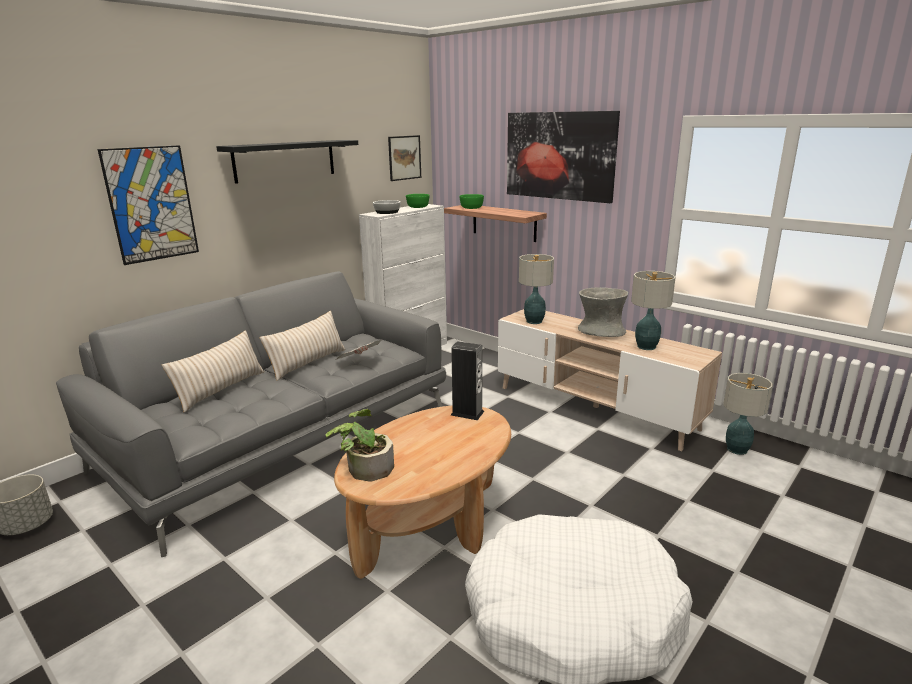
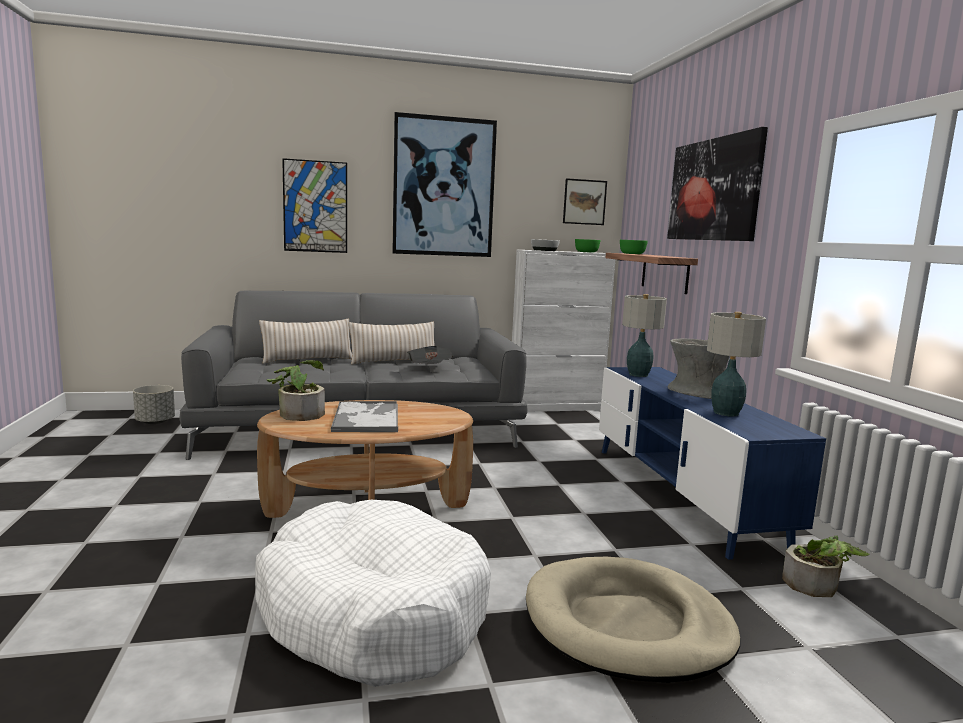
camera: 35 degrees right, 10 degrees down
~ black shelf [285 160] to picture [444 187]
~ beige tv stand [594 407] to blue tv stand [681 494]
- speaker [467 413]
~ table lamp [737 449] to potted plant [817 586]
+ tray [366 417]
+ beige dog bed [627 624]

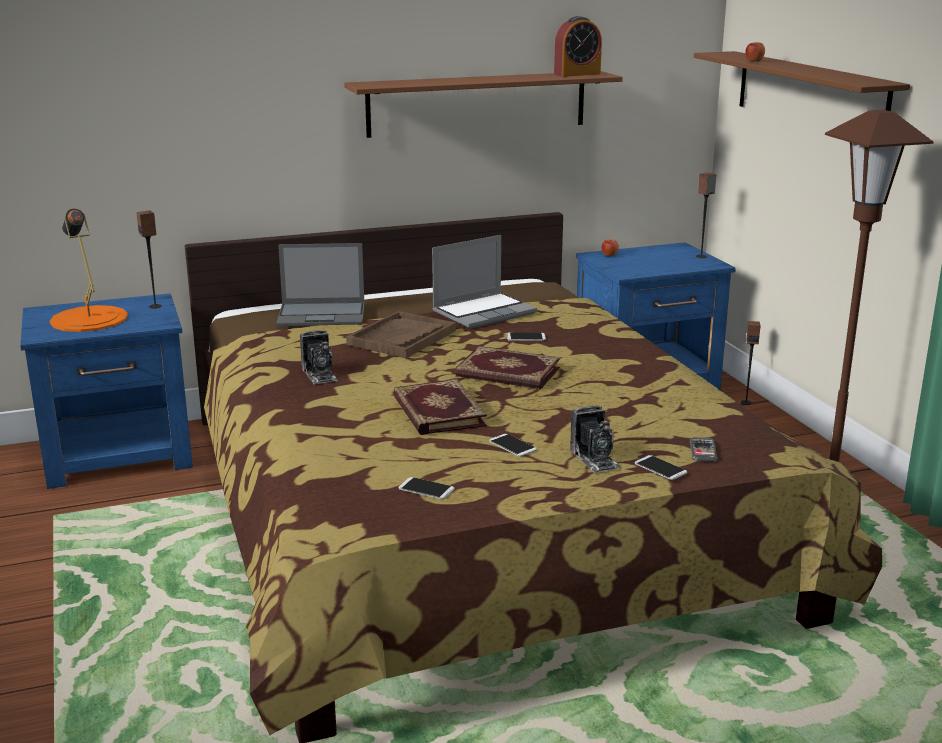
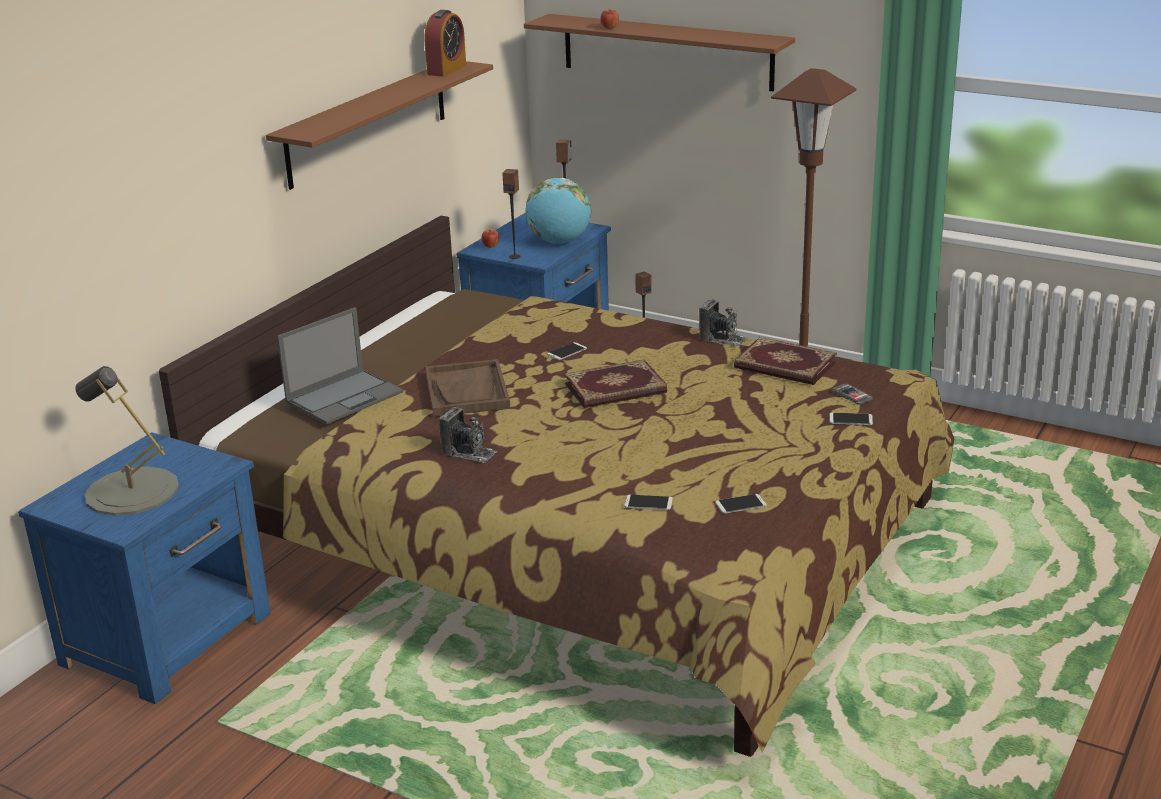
camera: 40 degrees left, 5 degrees up
~ orange table lamp [88 319] to grey table lamp [131 491]
~ speaker [155 306] to [514 256]
- laptop [484 312]
~ book [437 412] to [784 366]
~ photo camera [595 459] to [723 339]
~ phone [512 446] to [648 503]
+ globe [559 242]

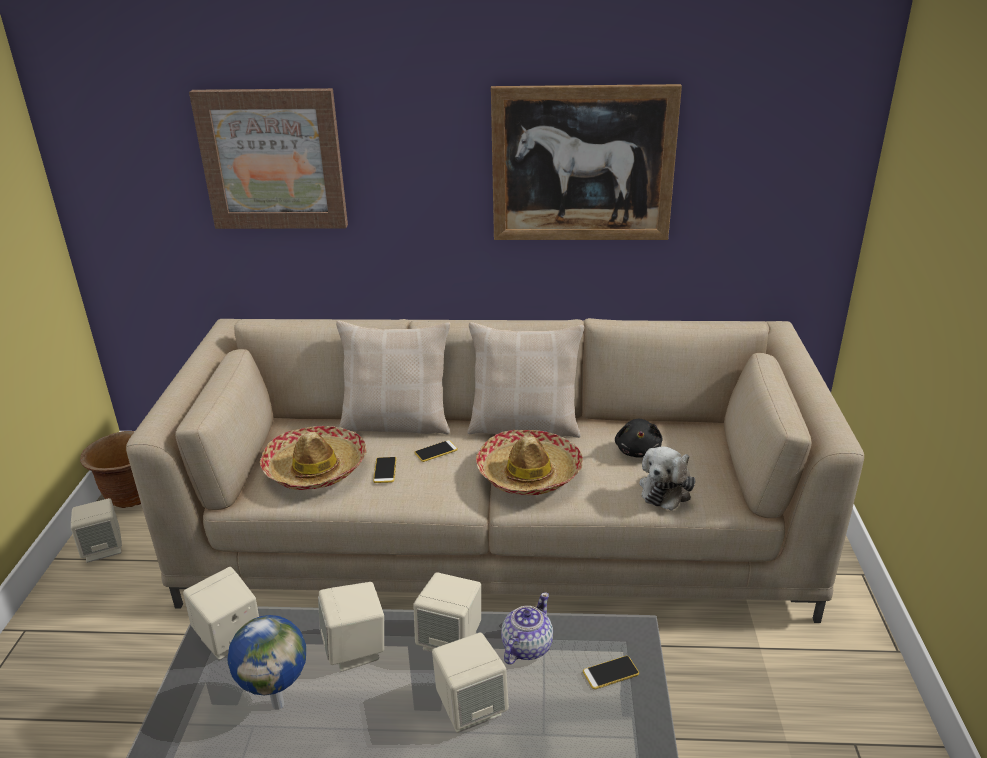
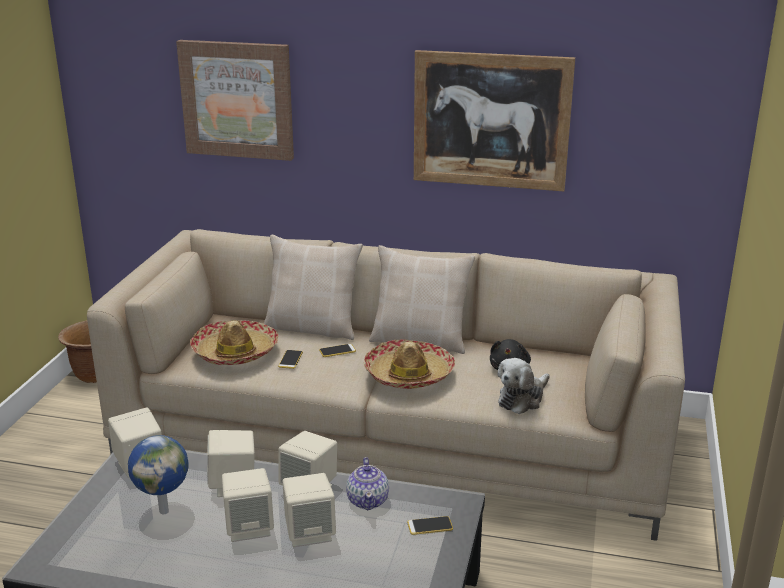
camera: 10 degrees right, 5 degrees down
~ beige speaker [103 549] to [249 528]
~ teapot [526 647] = [368 500] 135 degrees clockwise

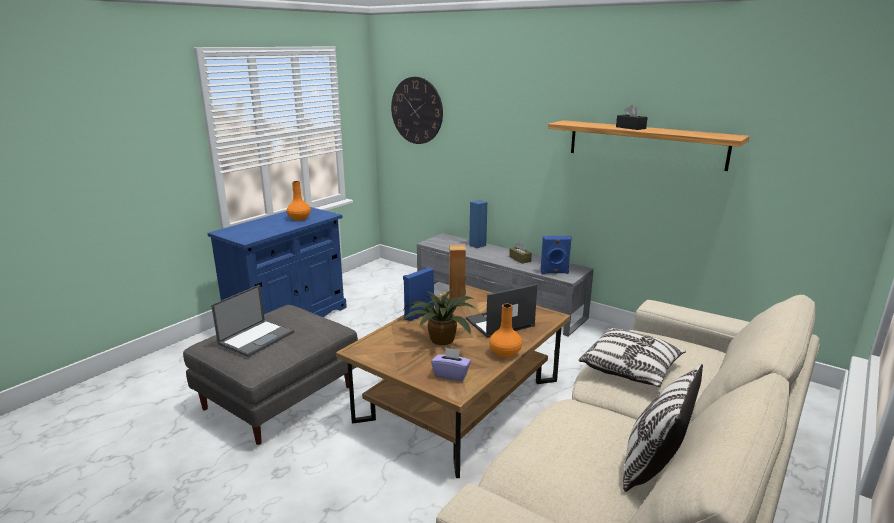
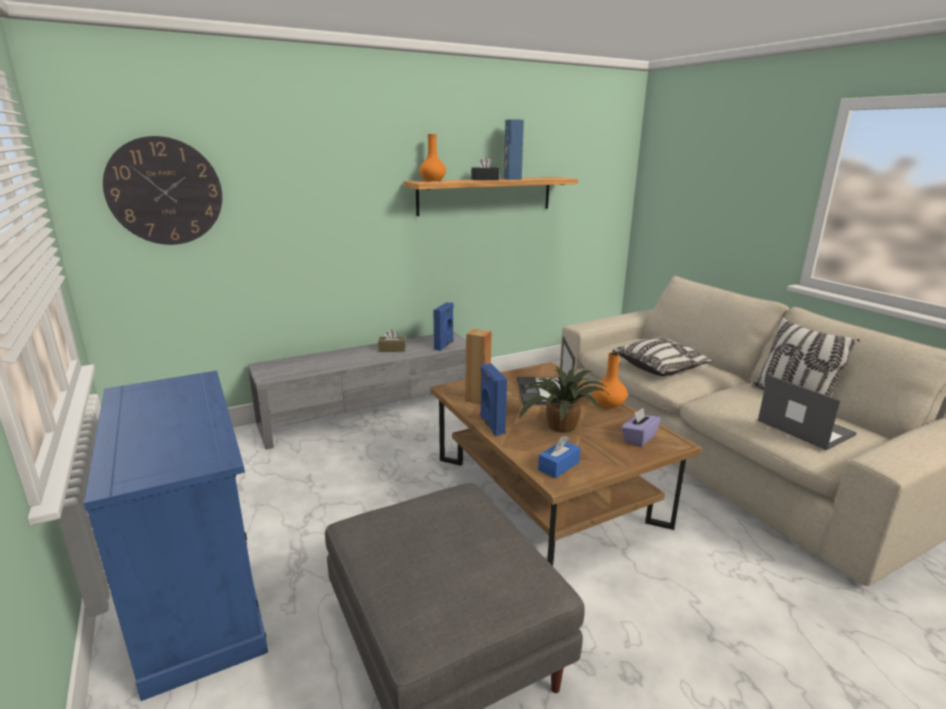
camera: 65 degrees left, 0 degrees up
~ orange vase [299 219] to [433 180]
~ blue speaker [477 245] to [512 179]
~ laptop [257 337] to [803 427]
+ blue tissue box [558 466]

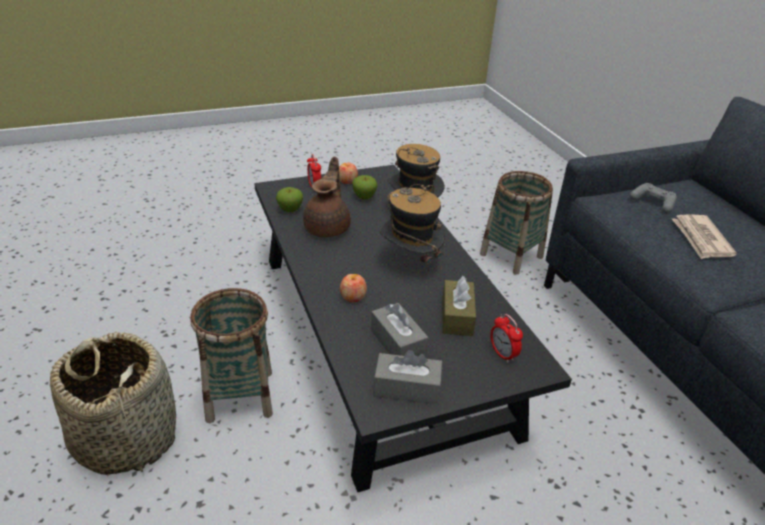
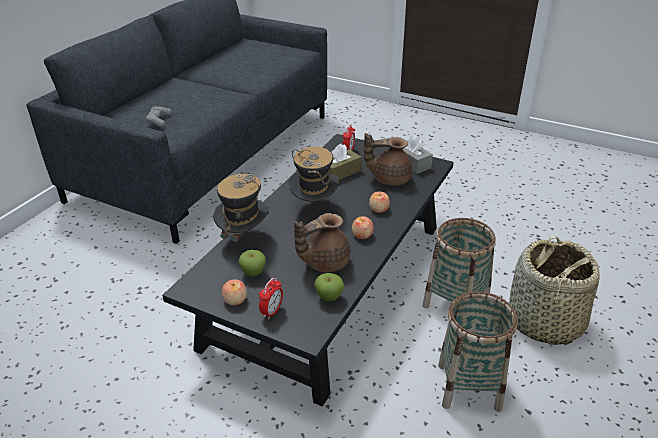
camera: 130 degrees left, 0 degrees up
~ basket [511 255] to [468 386]
- newspaper [701 239]
~ grey tissue box [398 343] to brown teapot [389 178]
+ apple [362 235]

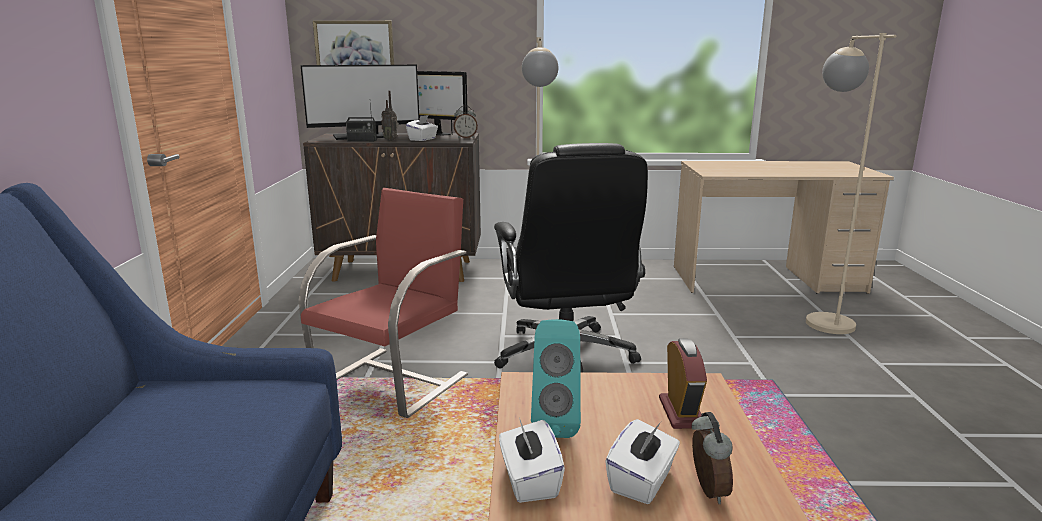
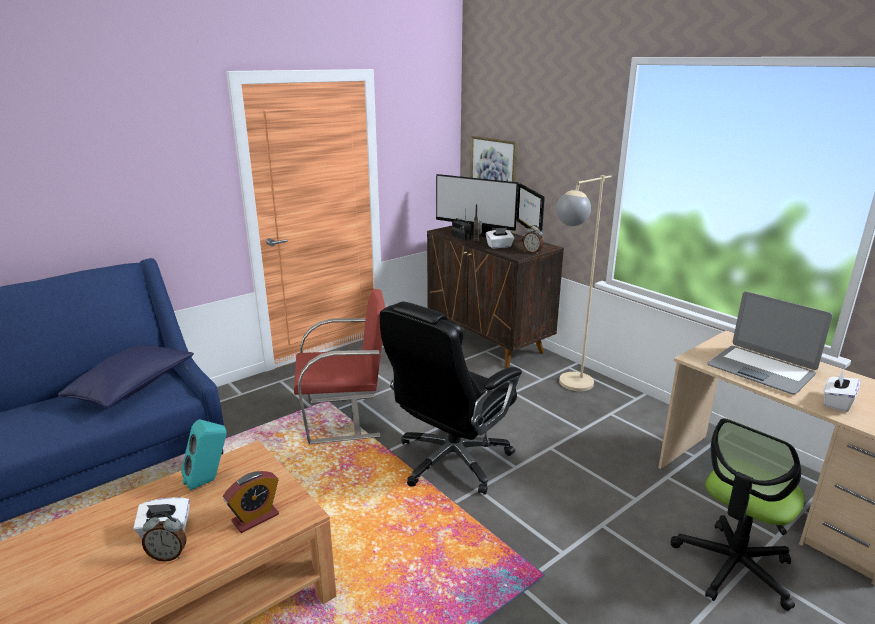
camera: 50 degrees right, 5 degrees up
~ beige floor lamp [821 318] to office chair [733 566]
~ alarm clock [706 491] = [168 555] 45 degrees clockwise
~ white tissue box [529 481] to [837 402]
+ laptop [761 370]
+ blue pillow [133 388]

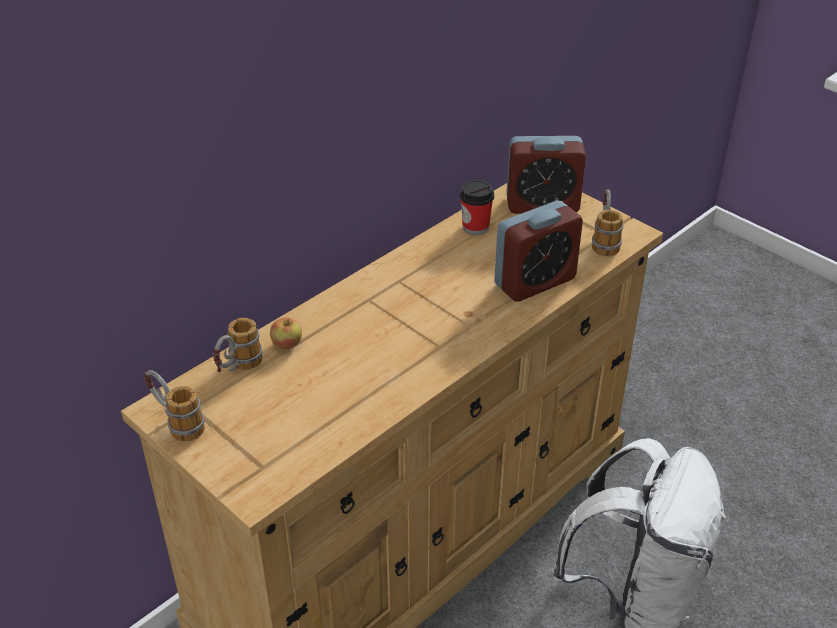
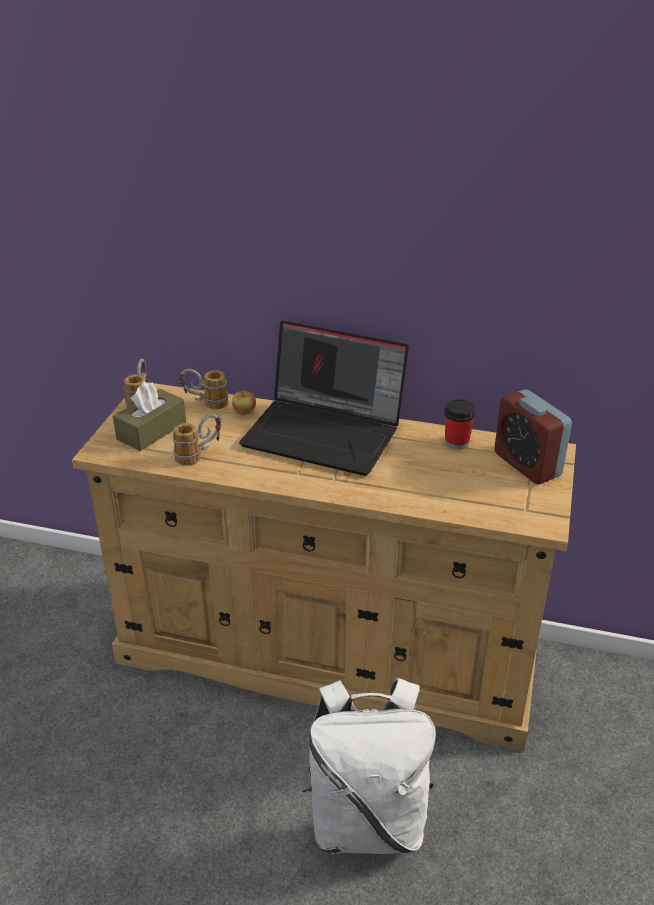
camera: 60 degrees right, 5 degrees down
~ mug [604 240] to [199 455]
- alarm clock [535 282]
+ laptop [326 433]
+ brown tissue box [151 431]

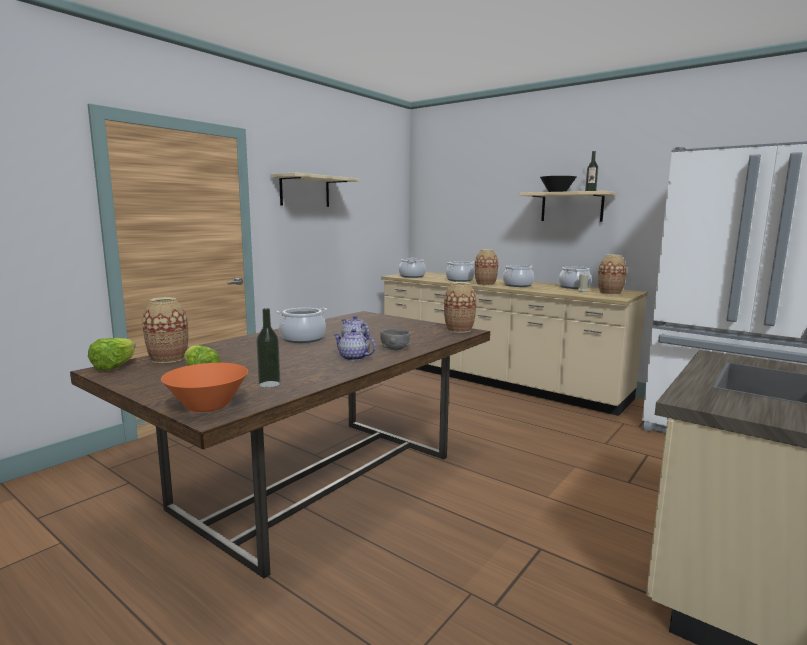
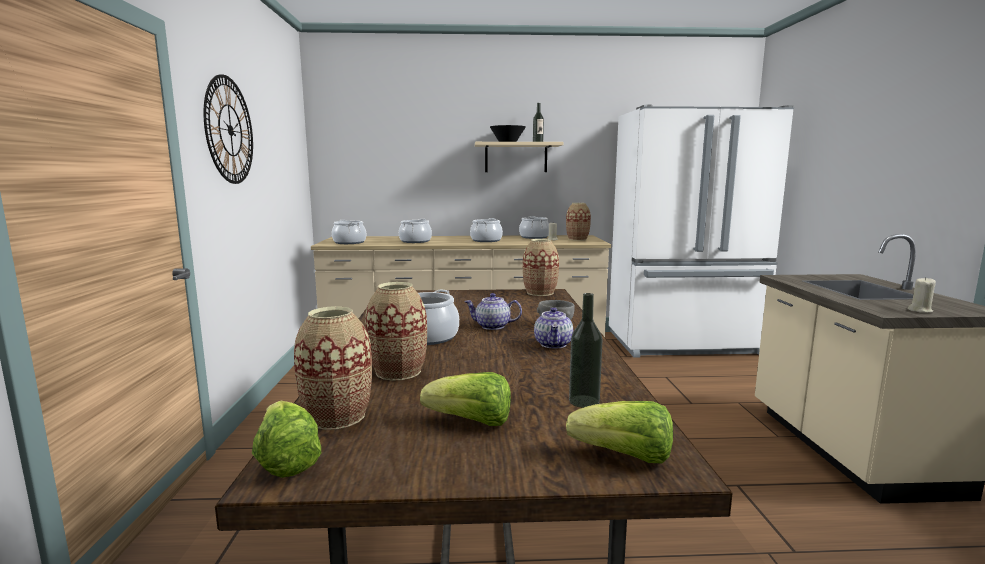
camera: 40 degrees left, 0 degrees up
~ beige shelf [305 191] to wall clock [230 130]
~ vase [485 284] to [398 372]
~ teapot [353 358] = [553 344] 75 degrees counterclockwise
~ orange bowl [207 406] to lettuce [624 456]
+ beige candle [919 310]

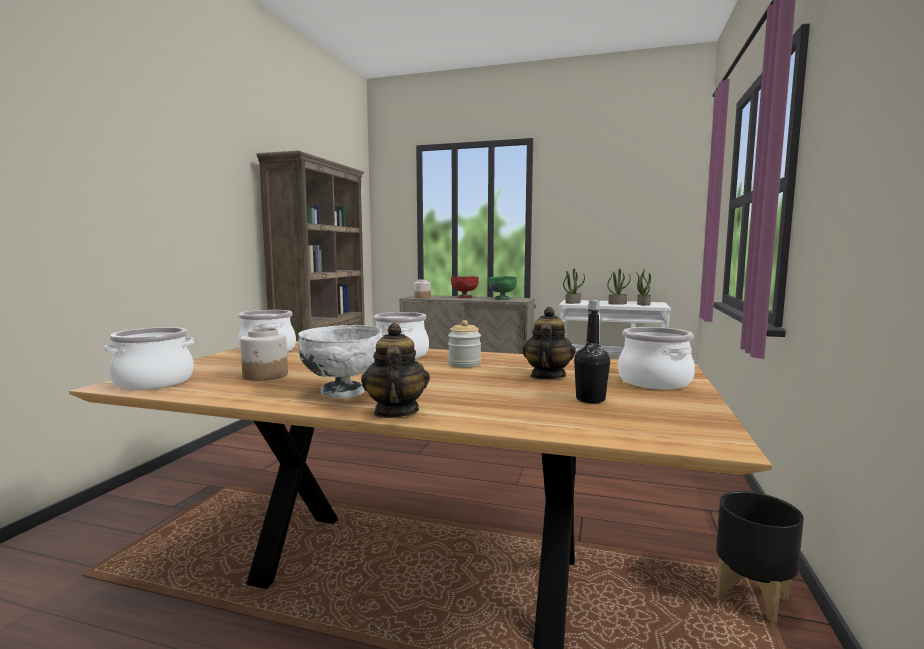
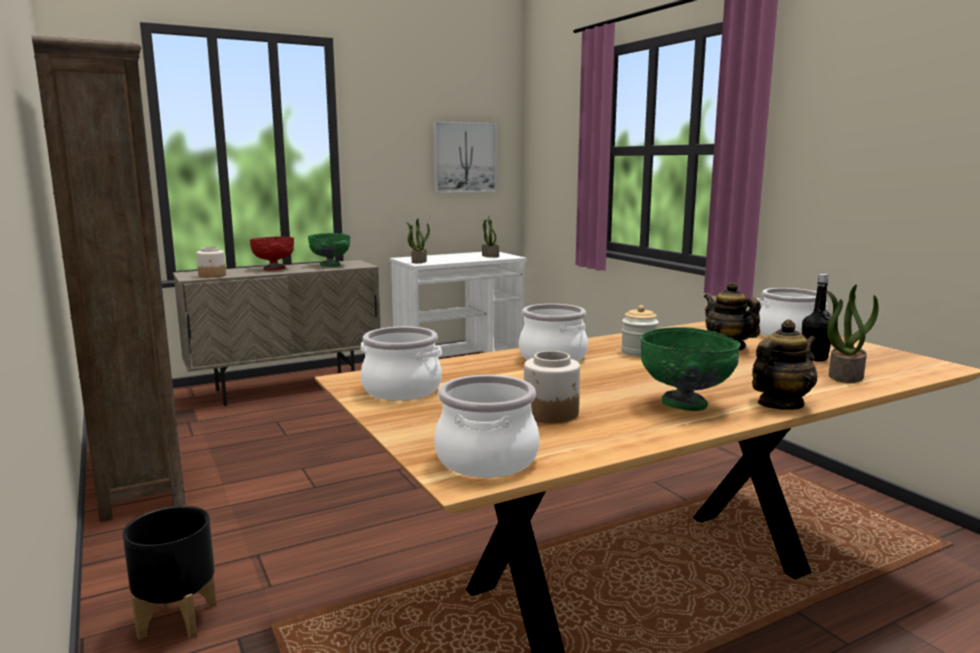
camera: 45 degrees left, 5 degrees up
~ potted plant [617 303] to [845 375]
~ teapot [395 412] = [779 404] 105 degrees clockwise
~ white bowl [342 393] to green bowl [684 404]
~ black planter [750 598] to [176 620]
+ picture [464 157]

